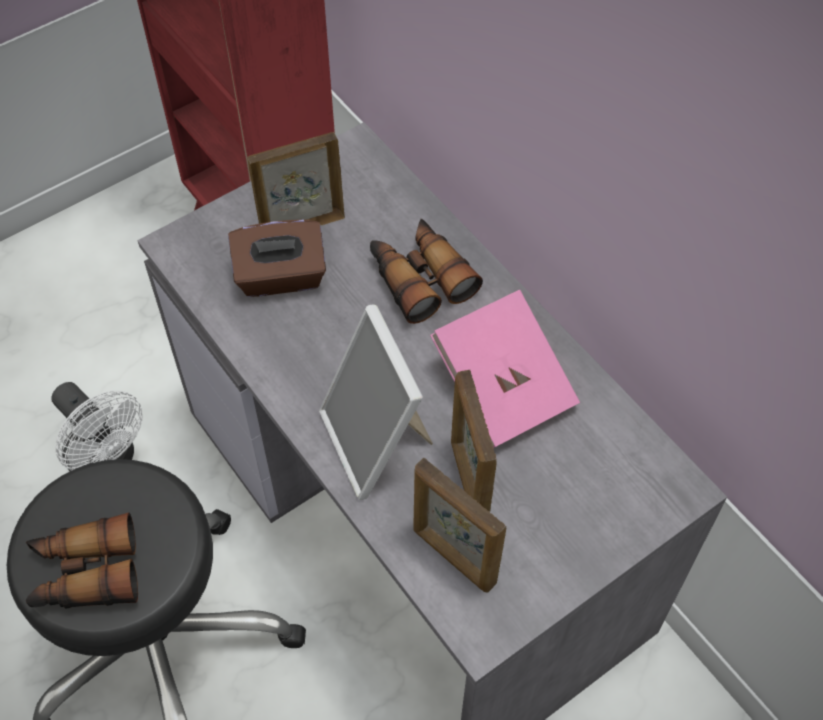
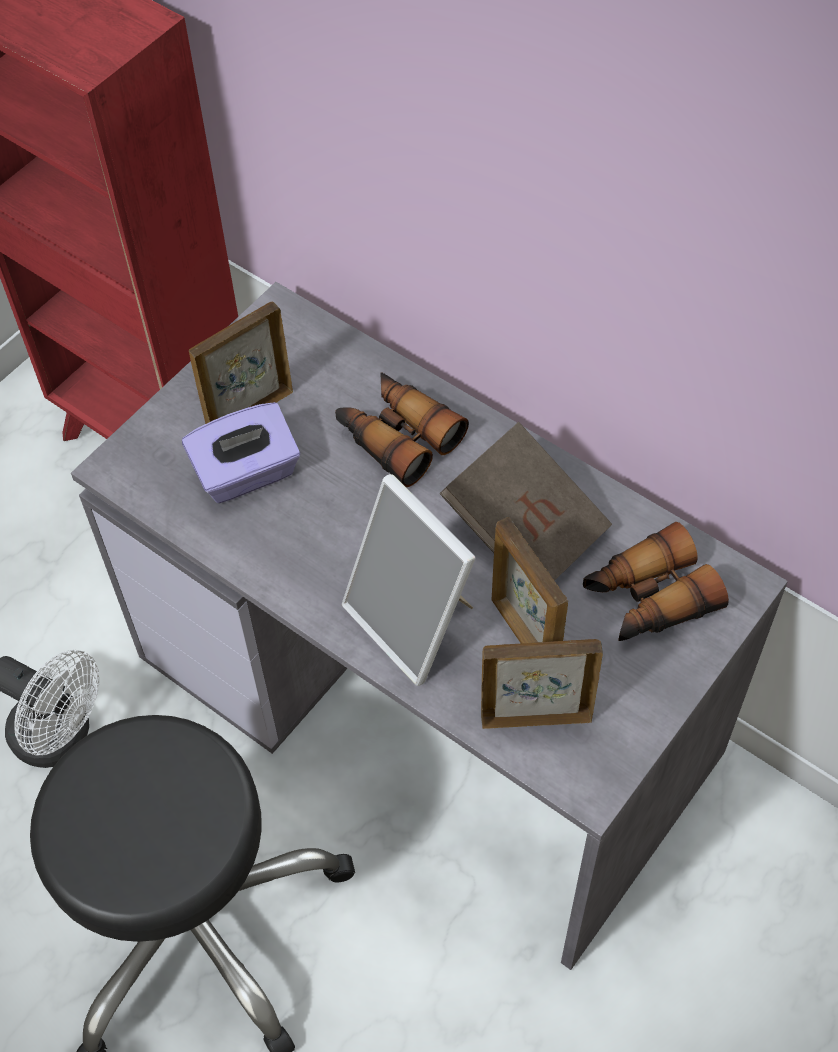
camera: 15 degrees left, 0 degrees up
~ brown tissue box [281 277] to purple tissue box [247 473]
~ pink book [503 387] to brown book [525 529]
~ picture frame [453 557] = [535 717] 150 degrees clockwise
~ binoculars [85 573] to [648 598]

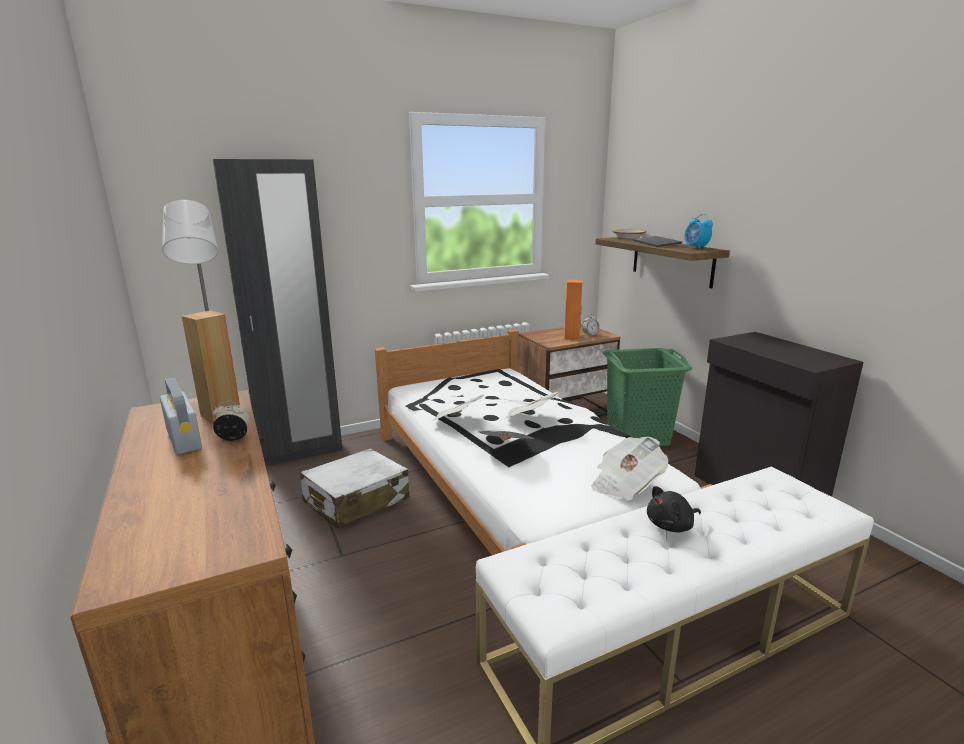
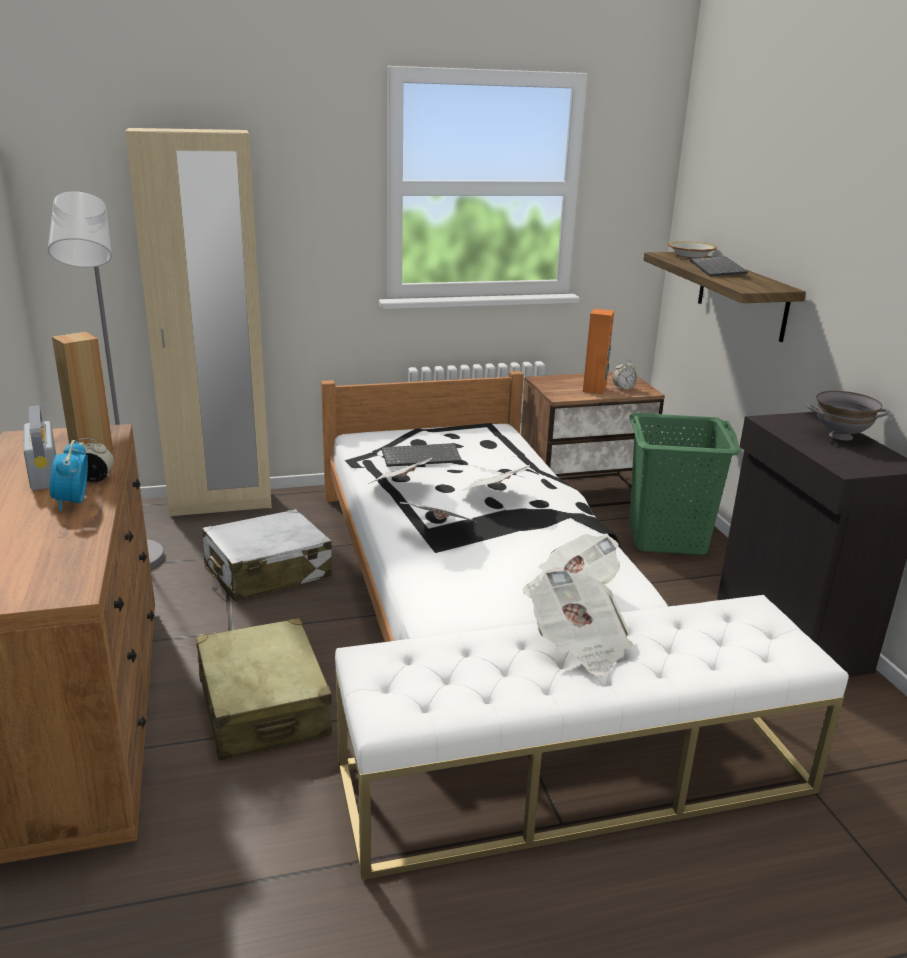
camera: 10 degrees right, 5 degrees up
~ black wardrobe [301 452] to beige wardrobe [220 504]
~ alarm clock [696 248] to [73 502]
~ black plush toy [671 525] to newspaper [579 644]
+ grey bowl [840 436]
+ keyboard [422 456]
+ beige suitcase [263 706]

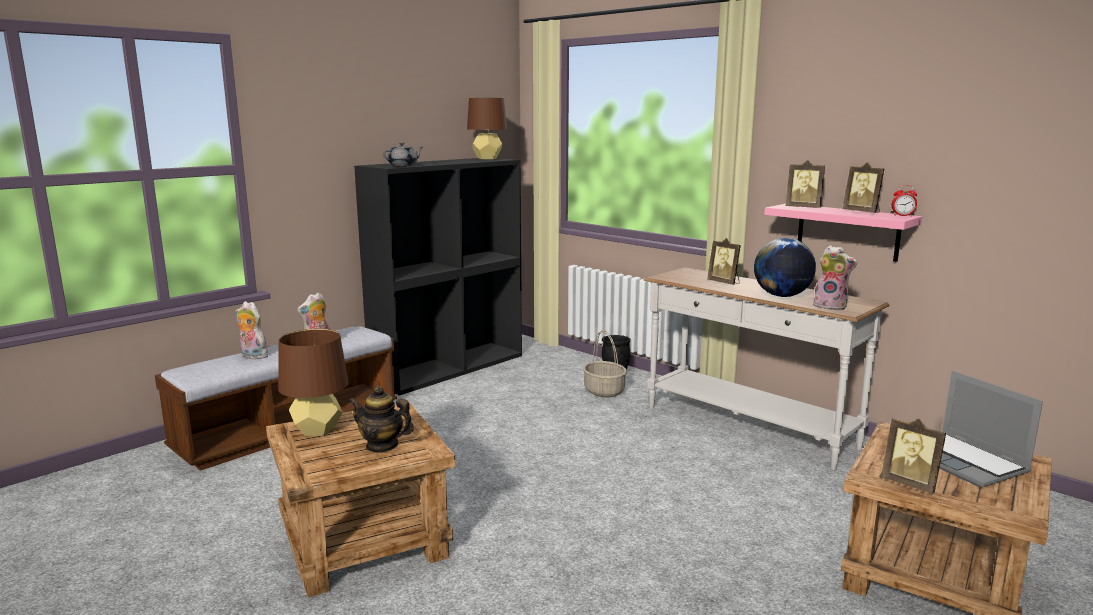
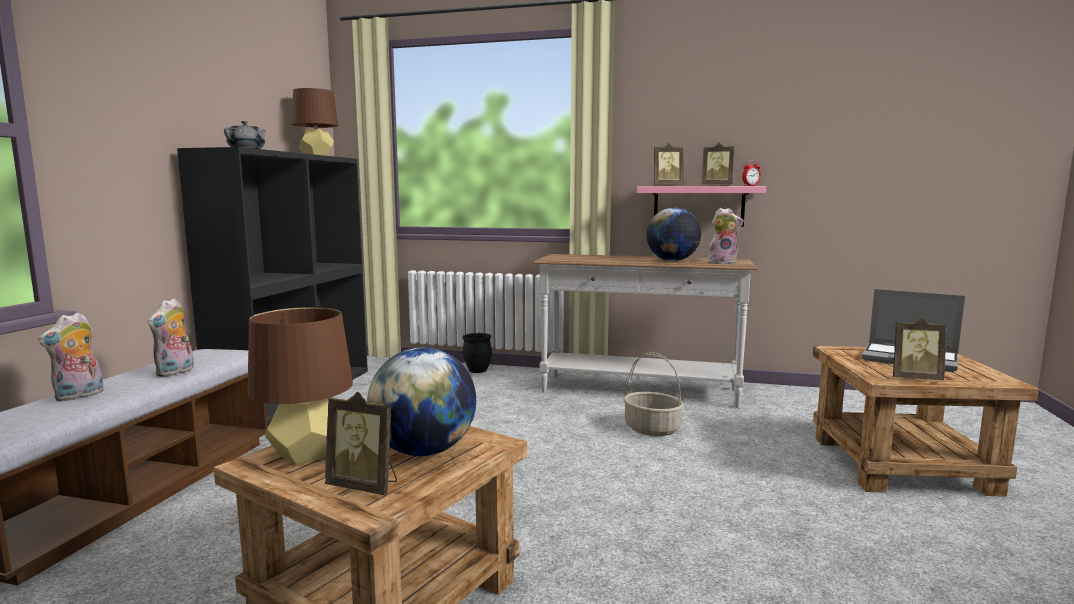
camera: 30 degrees left, 5 degrees down
~ picture frame [724 283] to [365 486]
~ plush toy [252 356] = [79 396] 60 degrees counterclockwise
~ basket [604 391] to [652 429]
~ teapot [382 446] to globe [424 451]

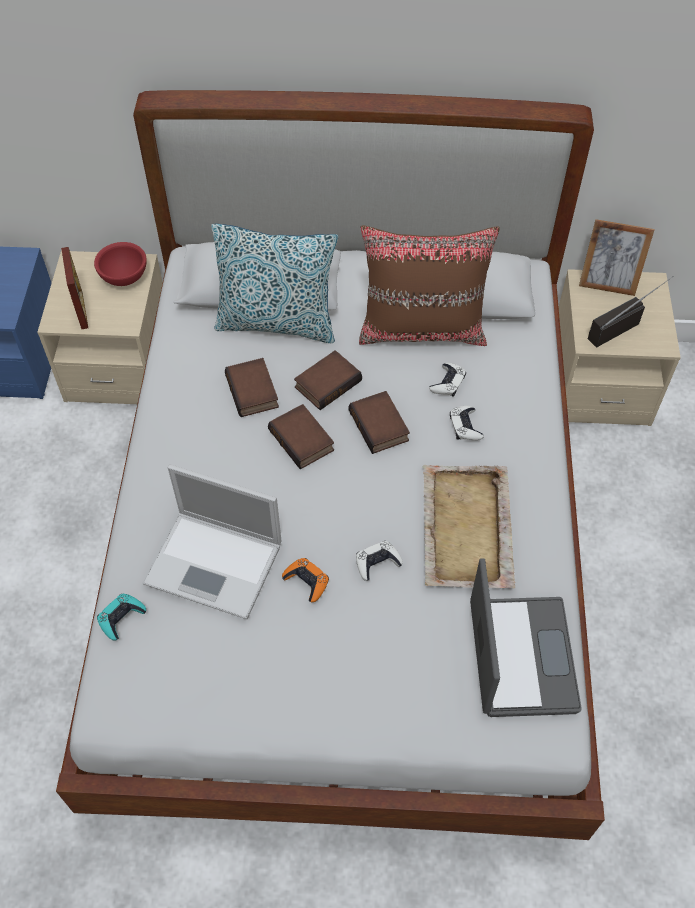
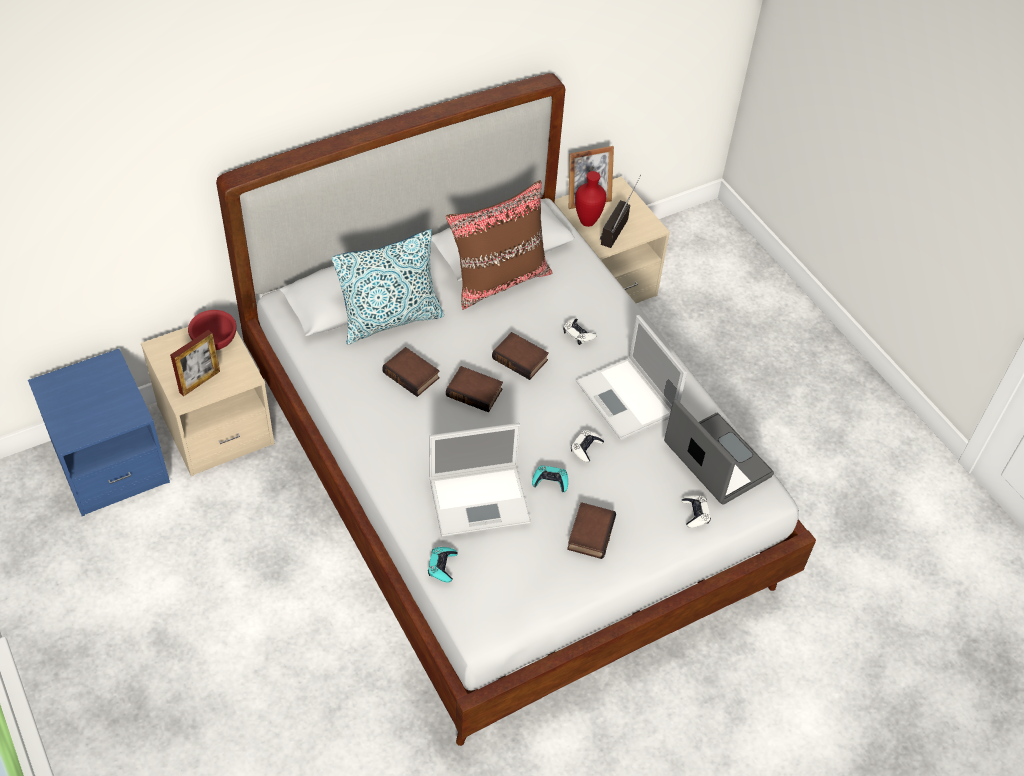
camera: 35 degrees left, 5 degrees down
~ picture frame [82 310] = [200 382] 90 degrees clockwise
~ book [327 382] to [589 532]
~ white game controller [448 382] to [695 513]
~ beige tray [466 529] to laptop [627 399]
~ orange game controller [306 581] to turquoise game controller [550 481]
+ red vase [586 222]

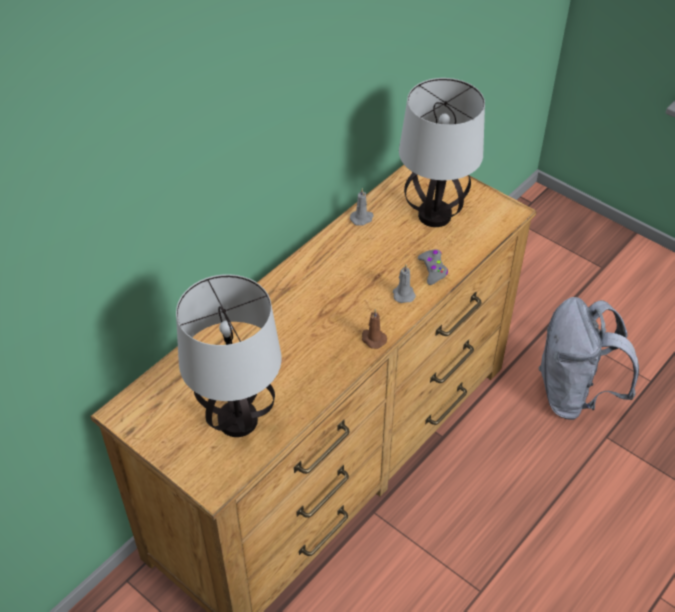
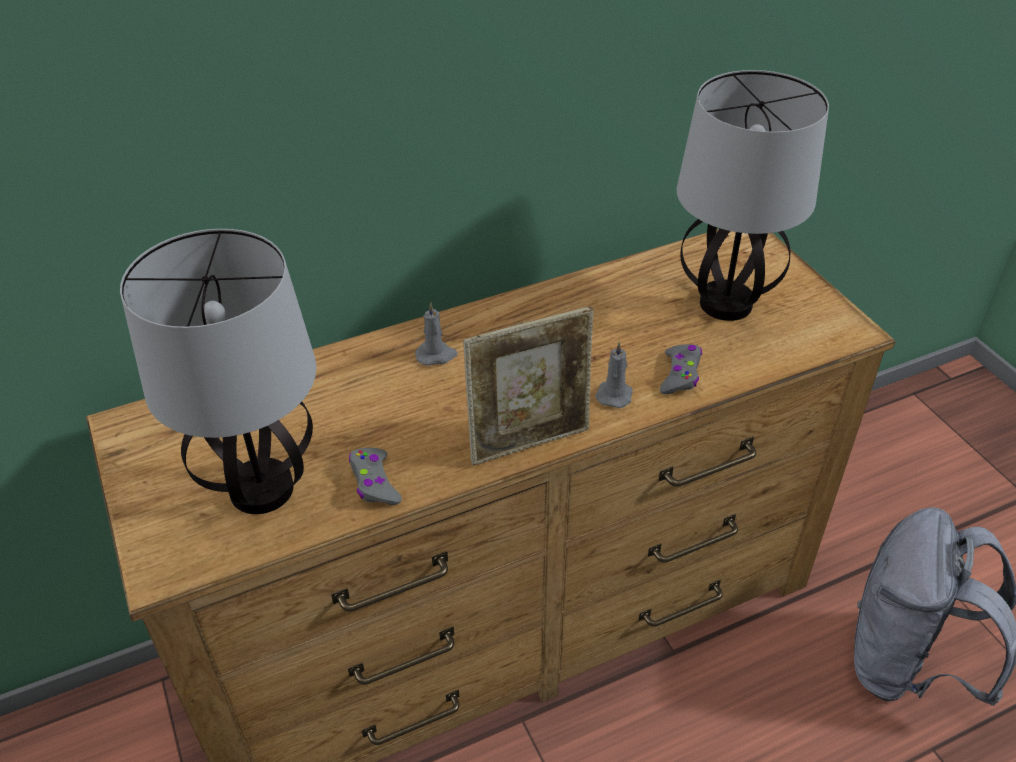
camera: 25 degrees right, 5 degrees down
~ grey candle [362 218] to [436 355]
~ brown candle [373 339] to picture frame [530 442]
+ grey game controller [374 482]

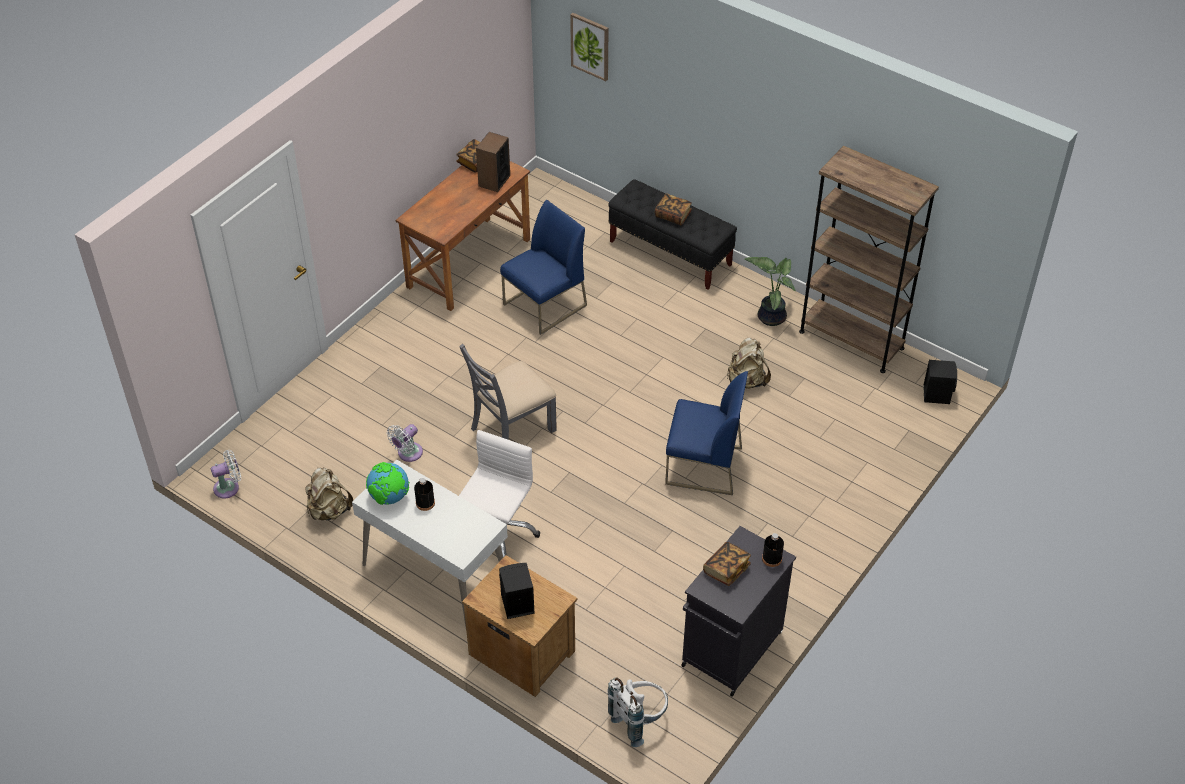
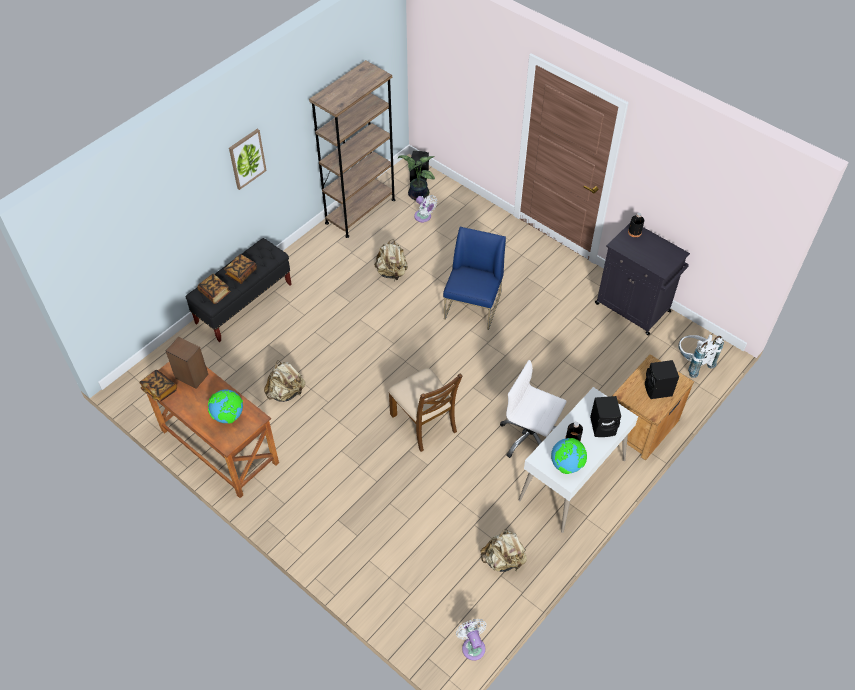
camera: 85 degrees left, 5 degrees up
~ picture [590 46] to [247 158]
~ blue chair [545 305] to beige backpack [286 392]
~ potted plant [770 316] to [417 195]
~ grey chair [511 429] to brown chair [424 423]
~ white fan [408 454] to [424 217]
~ book [726 569] to [215 293]
+ globe [229 416]
+ black speaker [604 426]

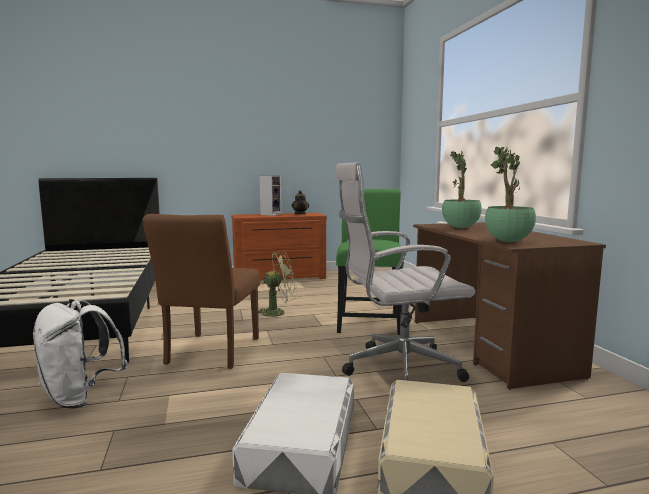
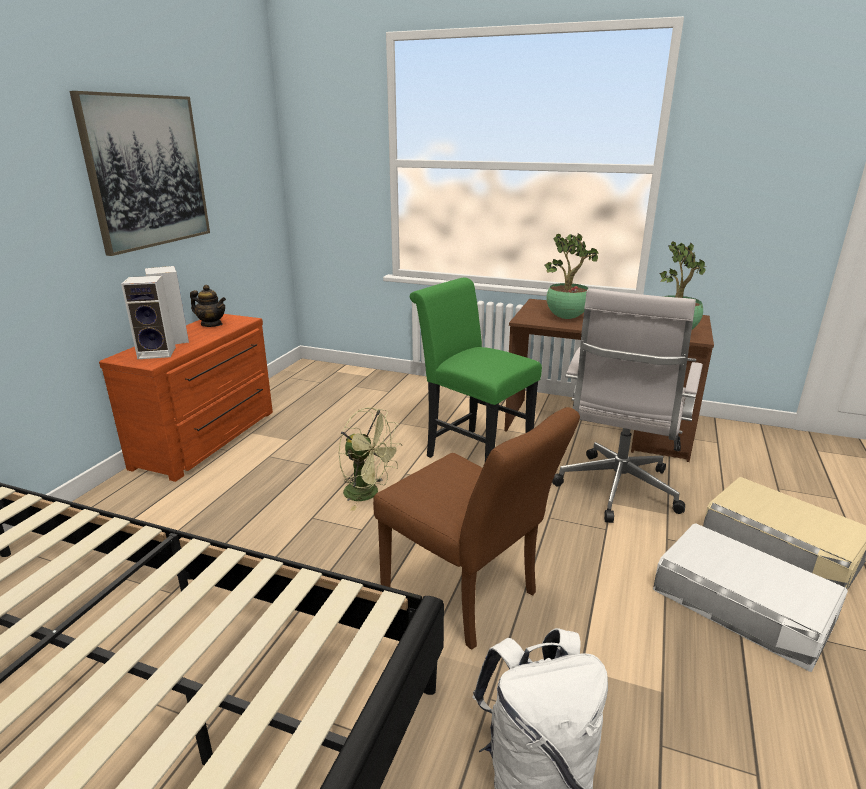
camera: 55 degrees left, 15 degrees up
~ green fan [278 312] = [368 494] 105 degrees clockwise
+ picture [147 172]
+ speaker [158 353]

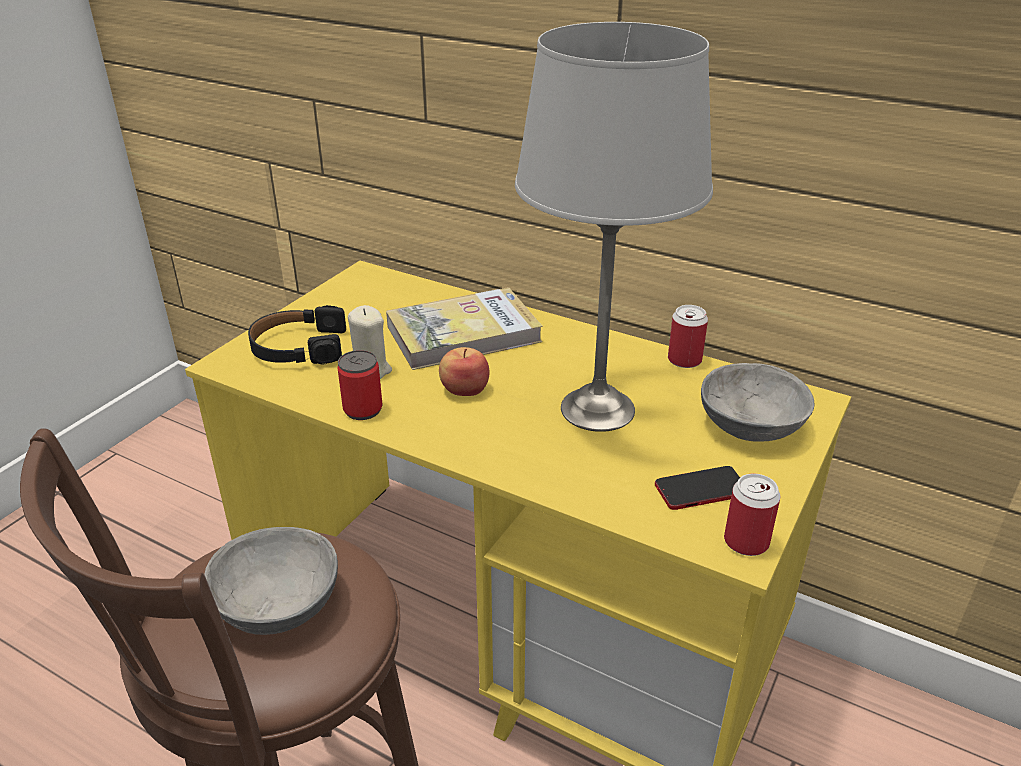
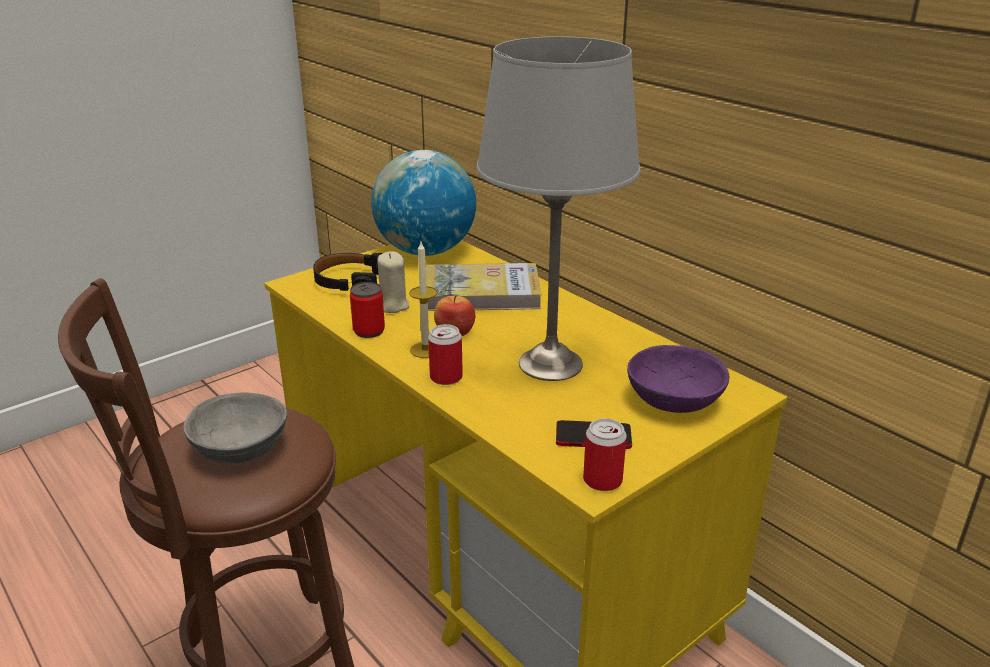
camera: 20 degrees right, 5 degrees down
~ can [684 360] to [446 377]
~ grey bowl [749 425] to purple bowl [673 399]
+ globe [425 251]
+ candle [425 350]

